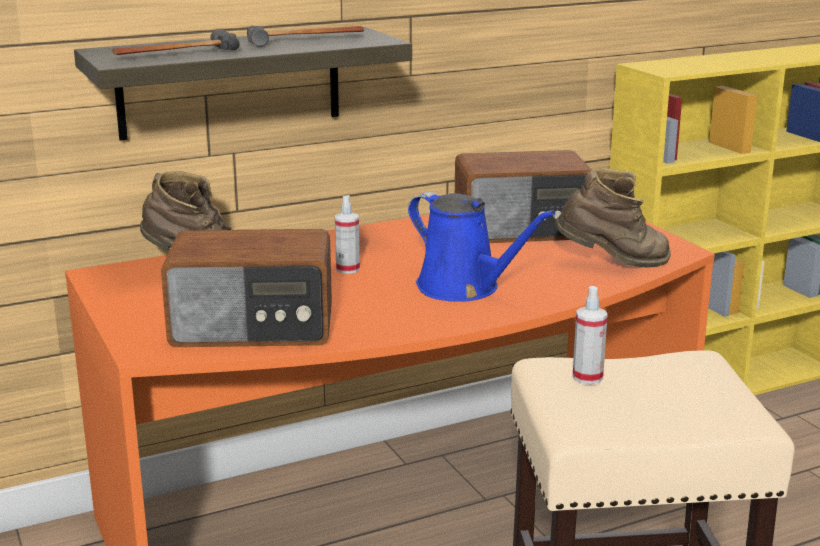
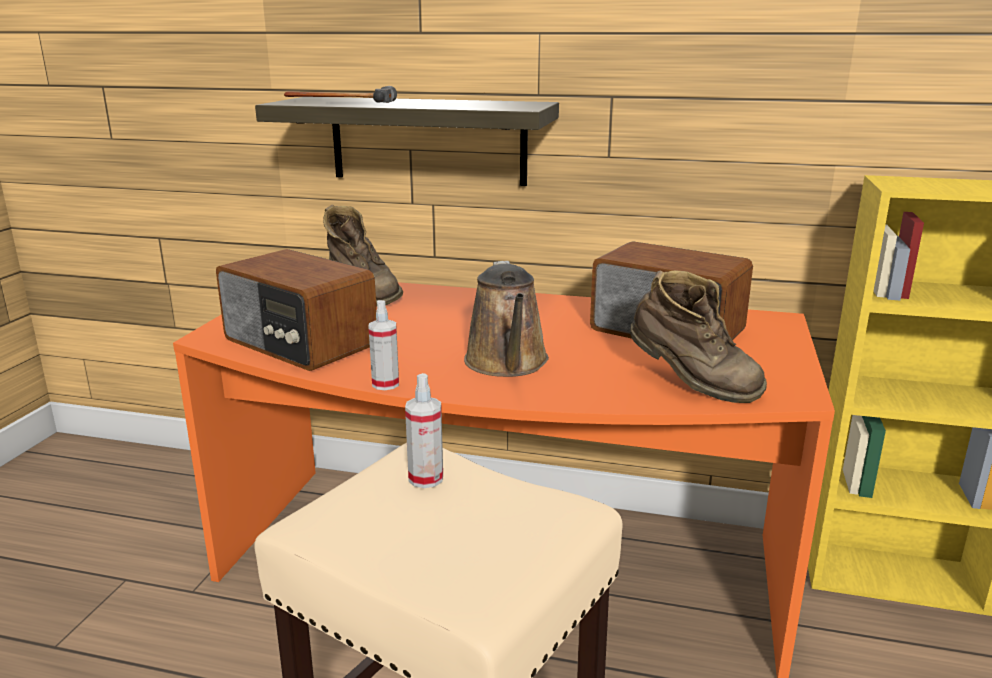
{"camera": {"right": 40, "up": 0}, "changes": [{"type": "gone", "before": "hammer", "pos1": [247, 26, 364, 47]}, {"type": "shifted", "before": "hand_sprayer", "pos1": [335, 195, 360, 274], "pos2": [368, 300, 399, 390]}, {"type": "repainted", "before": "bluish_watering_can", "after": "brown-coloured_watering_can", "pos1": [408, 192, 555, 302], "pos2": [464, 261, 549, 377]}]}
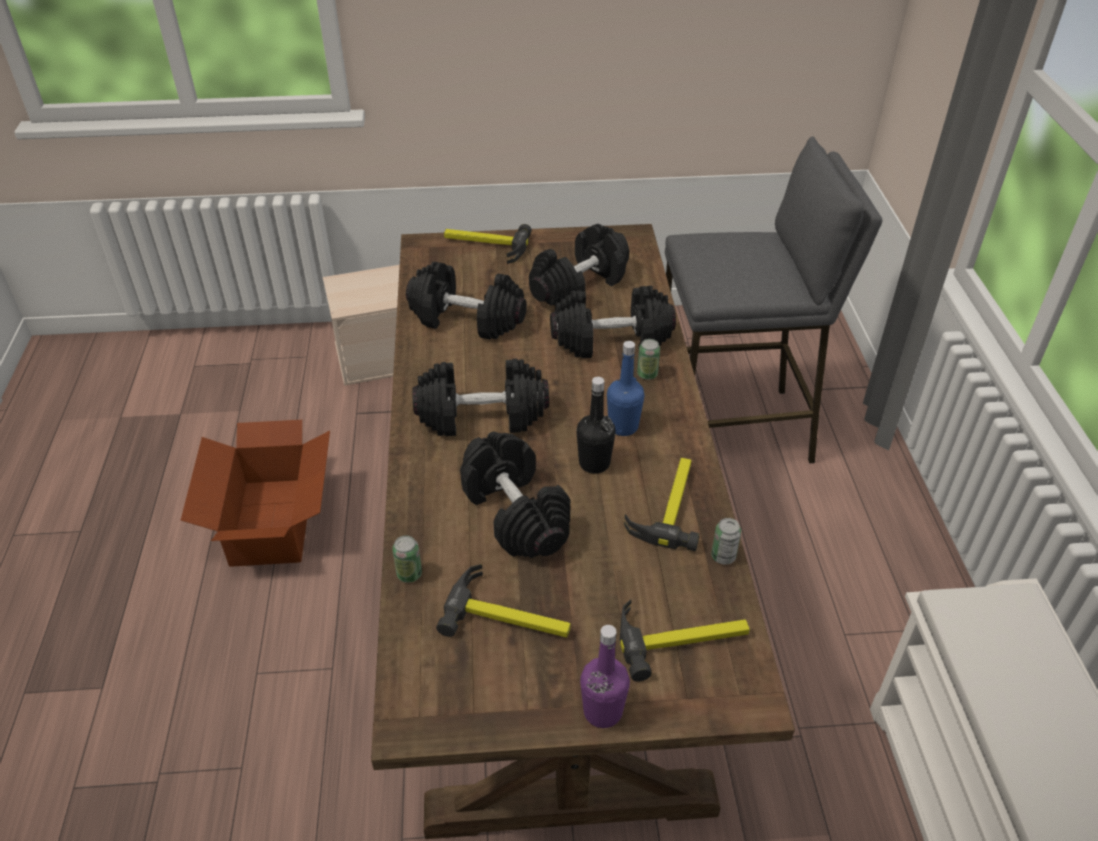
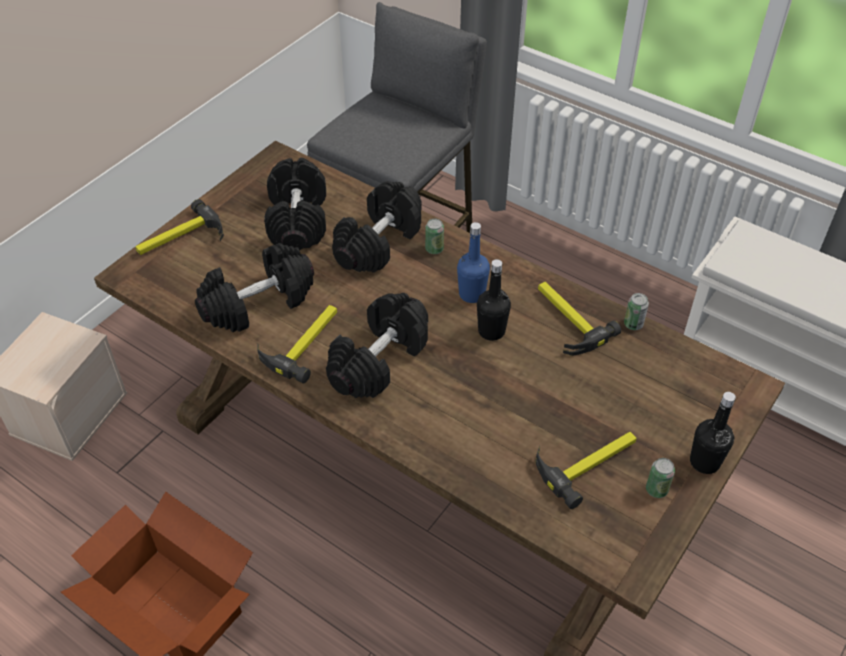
{"camera": {"right": -50, "up": 5}, "changes": [{"type": "gone", "before": "blackish_free_weight", "pos1": [460, 431, 570, 558]}, {"type": "shifted", "before": "sealed_can", "pos1": [392, 535, 422, 583], "pos2": [646, 458, 675, 498]}, {"type": "shifted", "before": "hammer", "pos1": [620, 599, 750, 681], "pos2": [257, 305, 337, 383]}, {"type": "repainted", "before": "purplish_beverage_bottle", "after": "blackish_beverage_bottle", "pos1": [580, 625, 630, 728], "pos2": [690, 392, 736, 474]}]}
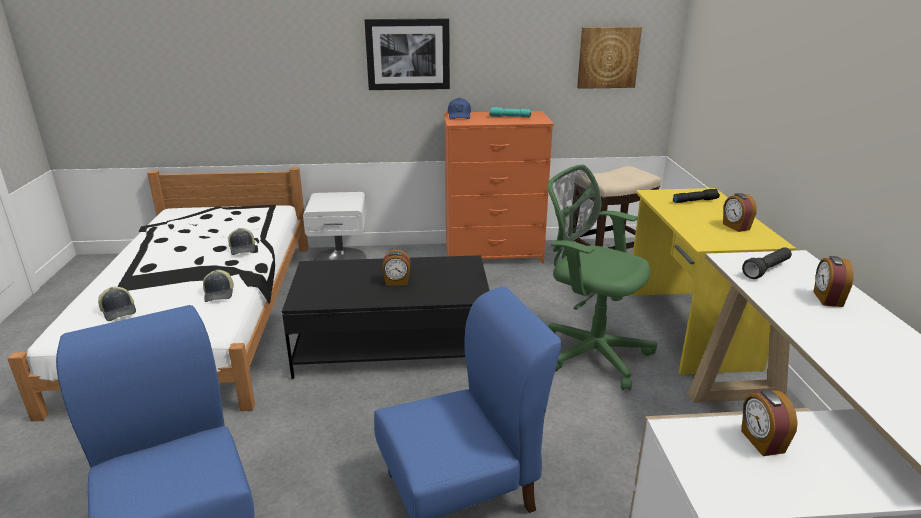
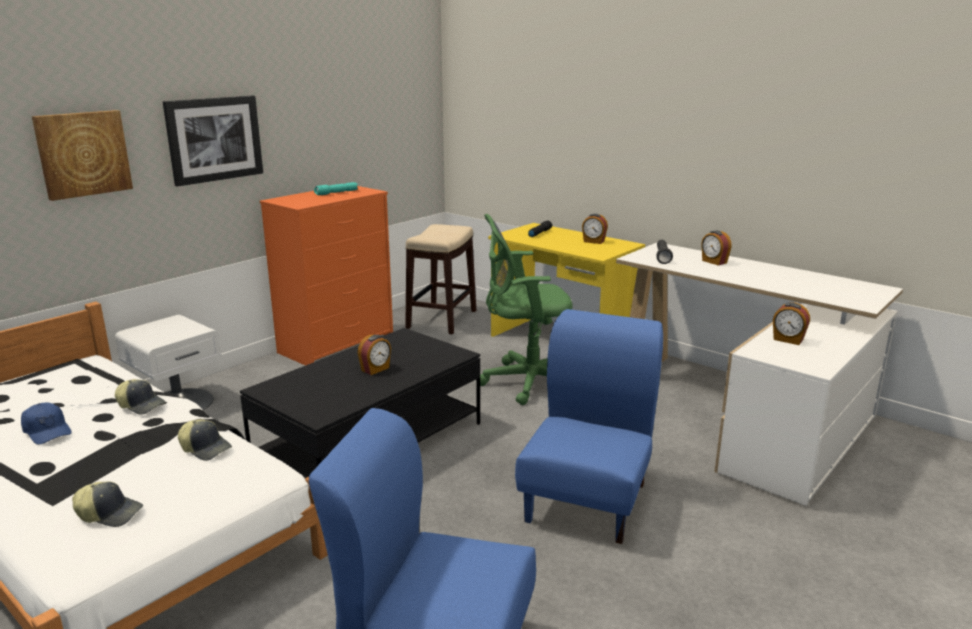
{"camera": {"right": -45, "up": -5}, "changes": [{"type": "shifted", "before": "bluish_peaked_cap", "pos1": [448, 98, 471, 119], "pos2": [21, 403, 72, 445]}, {"type": "shifted", "before": "wall_art", "pos1": [577, 27, 642, 89], "pos2": [32, 110, 133, 201]}]}
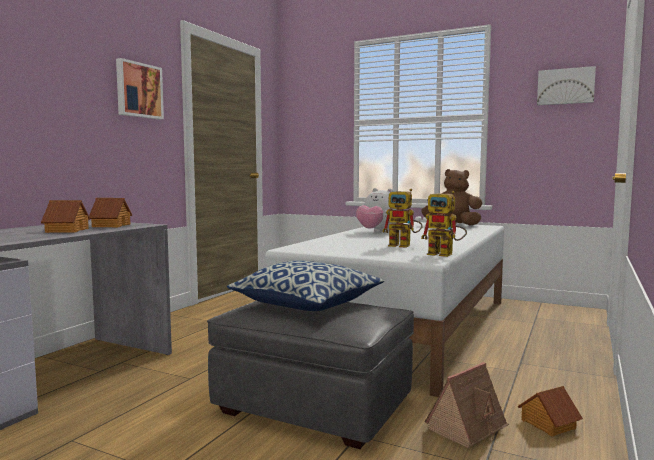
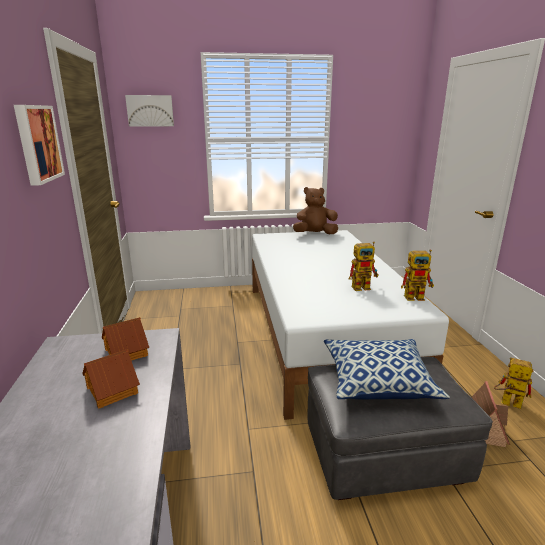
{"camera": {"right": -35, "up": 15}, "changes": [{"type": "gone", "before": "cuddly_toy", "pos1": [356, 188, 396, 233]}, {"type": "shifted", "before": "wall_art", "pos1": [537, 66, 596, 106], "pos2": [125, 95, 174, 127]}, {"type": "swapped", "before": "model_house", "after": "robot_figure", "pos1": [518, 386, 583, 437], "pos2": [494, 357, 533, 409]}]}
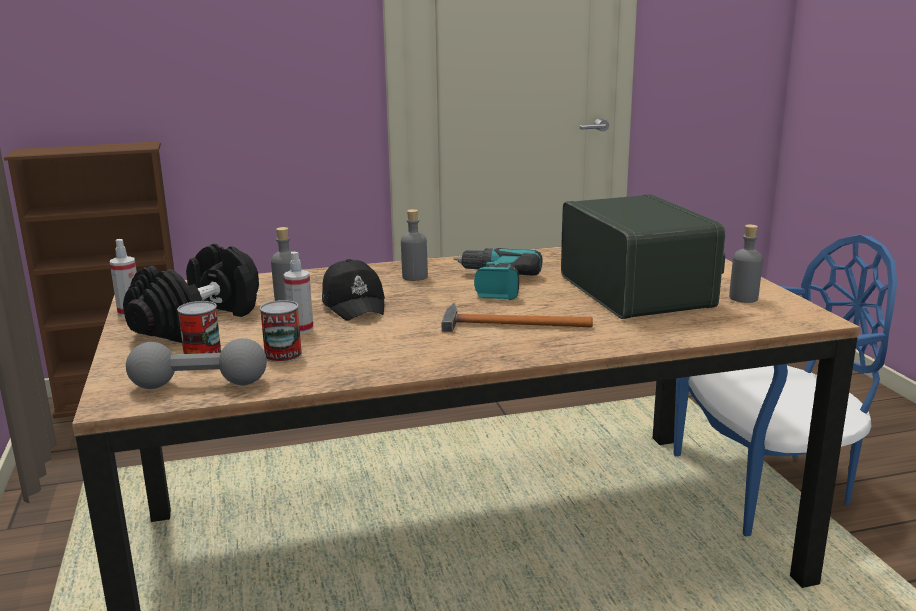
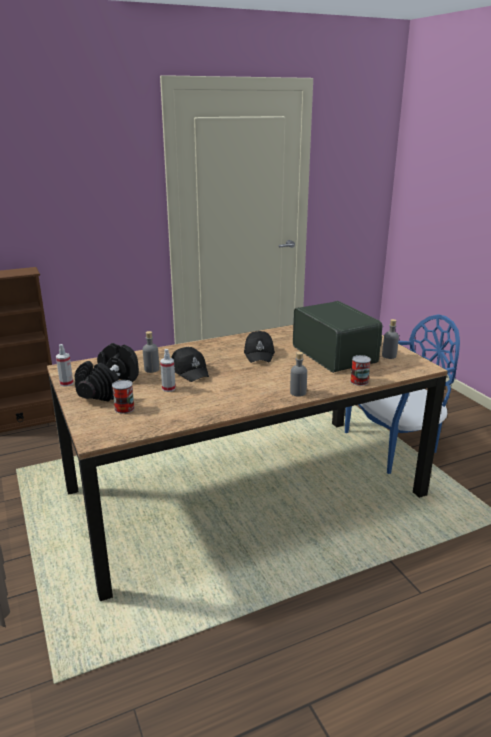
{"camera": {"right": -10, "up": 5}, "changes": [{"type": "gone", "before": "grey_free_weight", "pos1": [126, 338, 267, 389]}, {"type": "gone", "before": "hammer", "pos1": [442, 303, 593, 332]}, {"type": "shifted", "before": "sealed_can", "pos1": [260, 300, 302, 363], "pos2": [350, 355, 371, 386]}, {"type": "shifted", "before": "grey_beverage_bottle", "pos1": [401, 209, 428, 281], "pos2": [290, 352, 307, 397]}, {"type": "swapped", "before": "drill", "after": "blackish_peaked_cap", "pos1": [454, 248, 542, 300], "pos2": [244, 331, 275, 363]}]}
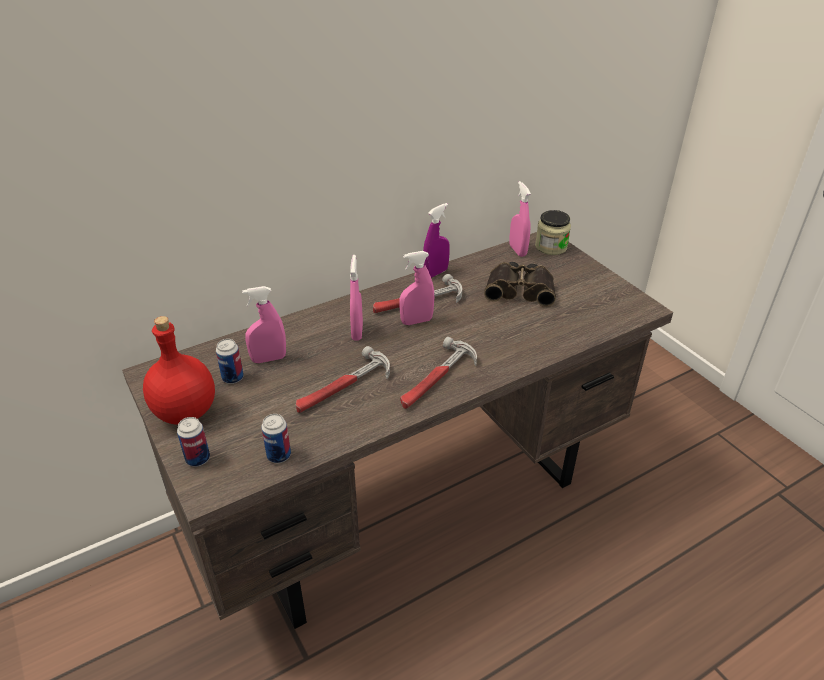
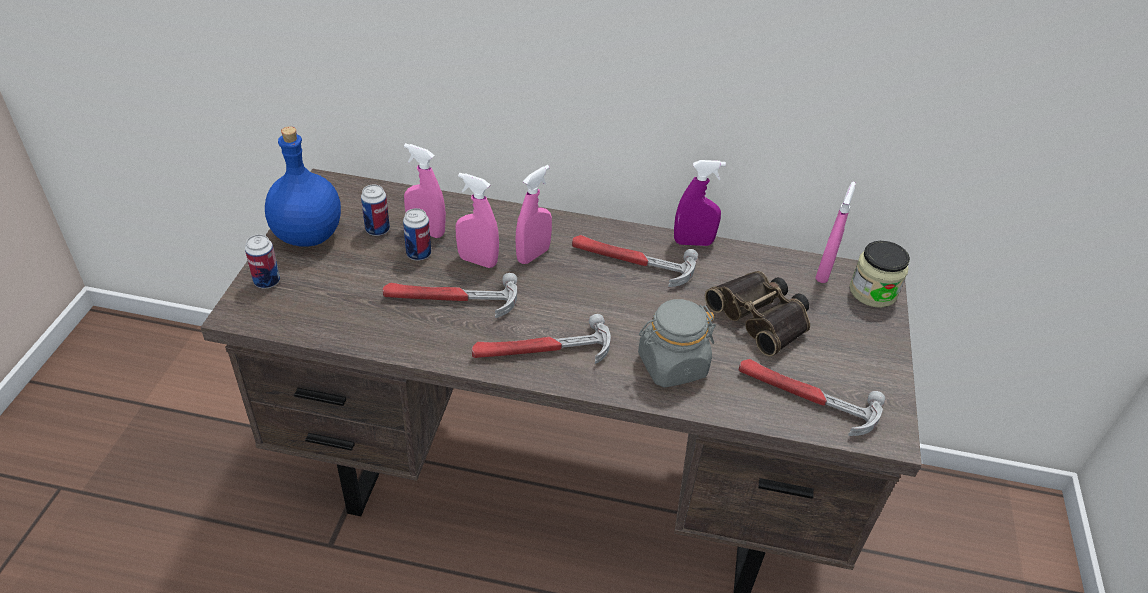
{"camera": {"right": 40, "up": 5}, "changes": [{"type": "new", "after": "grey_storage_jar", "pos2": [638, 299, 716, 388]}, {"type": "new", "after": "hammer", "pos2": [739, 359, 885, 436]}, {"type": "shifted", "before": "sealed_can", "pos1": [261, 414, 291, 463], "pos2": [403, 208, 431, 261]}, {"type": "shifted", "before": "pinkish_hand_sprayer", "pos1": [399, 251, 434, 325], "pos2": [455, 173, 499, 268]}, {"type": "repainted", "before": "reddish_beverage_bottle", "after": "bluish_beverage_bottle", "pos1": [143, 316, 215, 425], "pos2": [265, 126, 341, 246]}]}
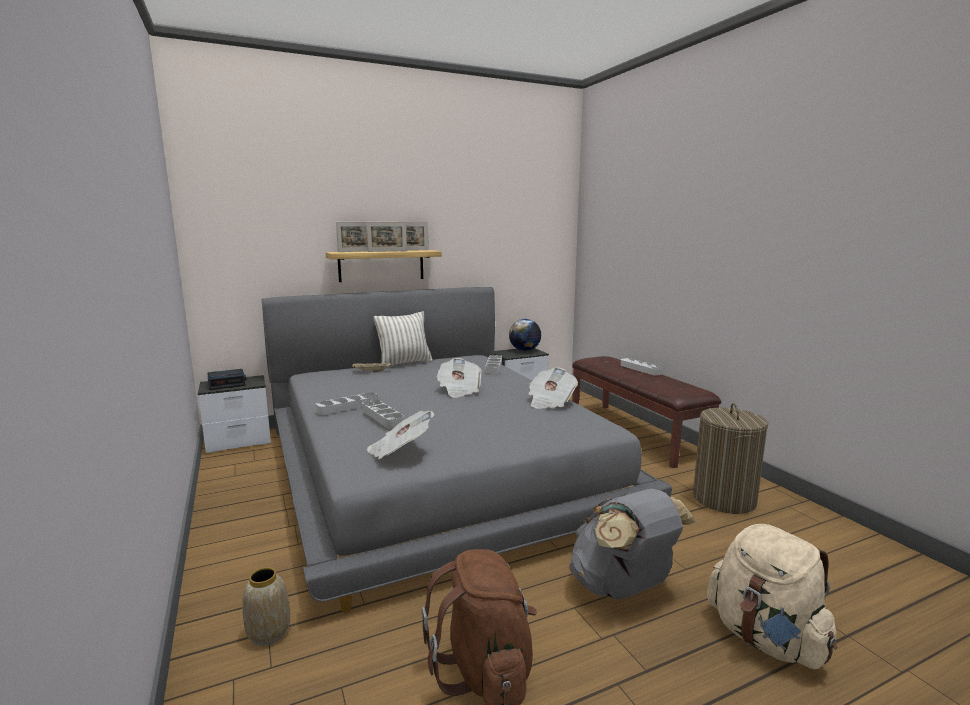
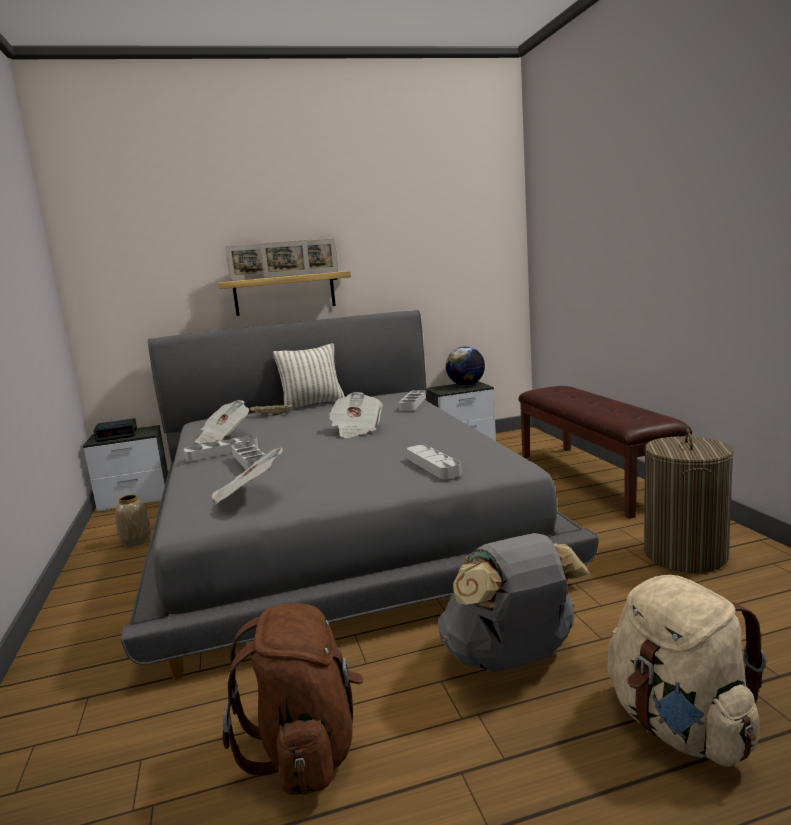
{"camera": {"right": 10, "up": 0}, "changes": [{"type": "shifted", "before": "decorative_vase", "pos1": [242, 567, 290, 646], "pos2": [115, 495, 151, 547]}, {"type": "shifted", "before": "printed_paper", "pos1": [528, 367, 578, 409], "pos2": [195, 400, 249, 444]}, {"type": "shifted", "before": "grey_carrying_tray", "pos1": [620, 358, 663, 376], "pos2": [407, 445, 462, 479]}]}
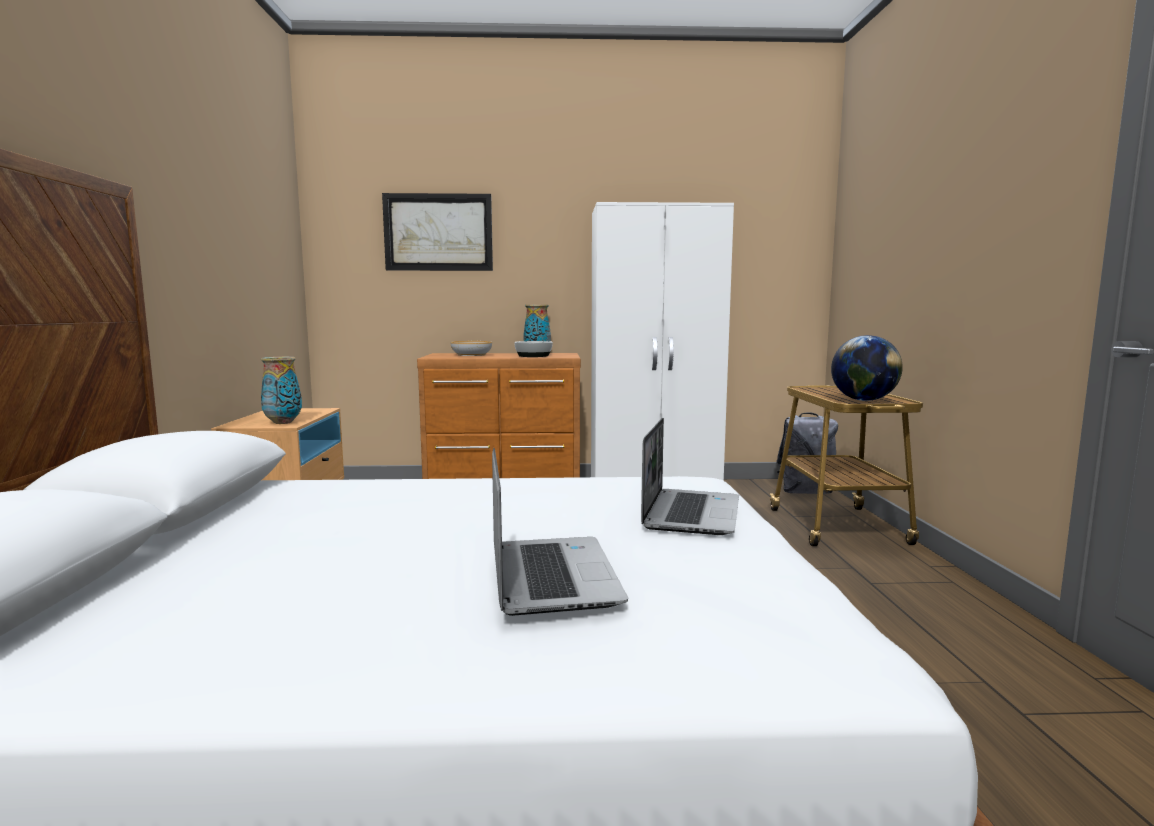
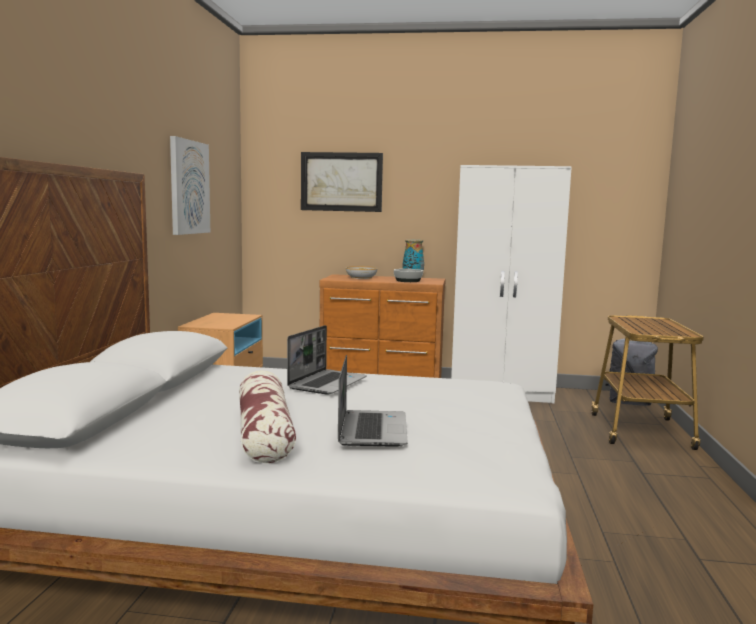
{"camera": {"right": 10, "up": 0}, "changes": [{"type": "gone", "before": "decorative_vase", "pos1": [261, 357, 302, 424]}, {"type": "gone", "before": "globe", "pos1": [831, 335, 903, 401]}, {"type": "new", "after": "wall_art", "pos2": [170, 136, 210, 235]}, {"type": "new", "after": "throw_pillow", "pos2": [239, 370, 296, 463]}, {"type": "shifted", "before": "portable_computer", "pos1": [641, 418, 739, 535], "pos2": [287, 325, 367, 395]}]}
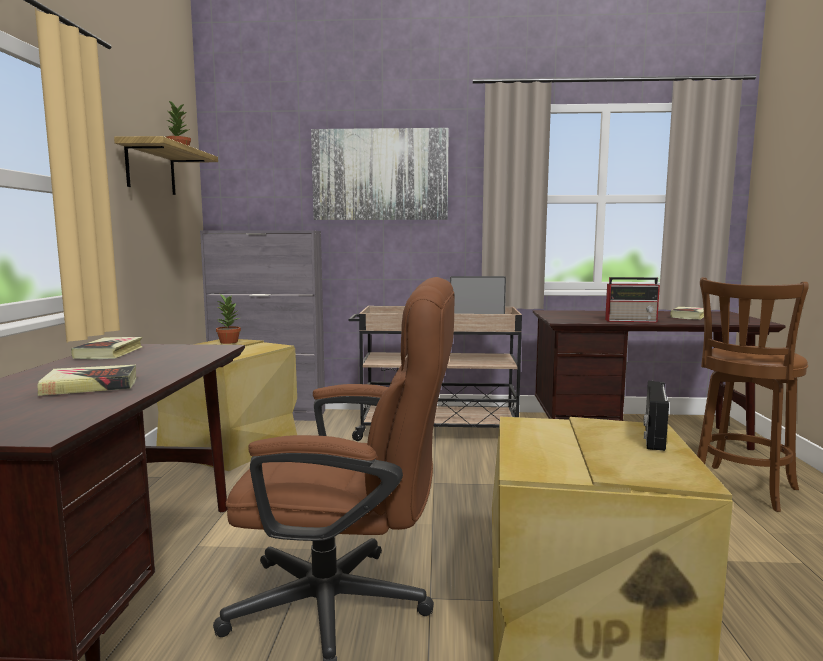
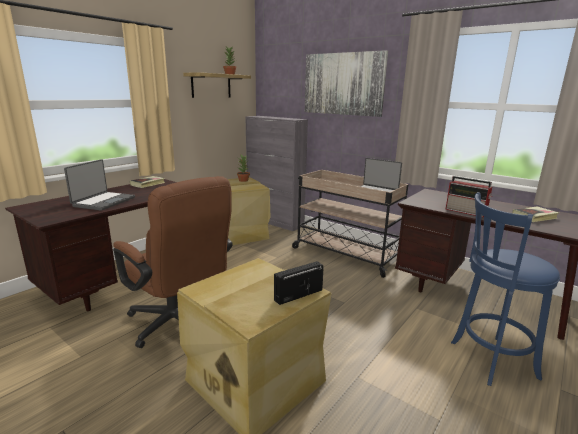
{"camera": {"right": 35, "up": 10}, "changes": [{"type": "swapped", "before": "bound_book", "after": "portable_computer", "pos1": [37, 365, 137, 396], "pos2": [64, 159, 135, 211]}, {"type": "repainted", "before": "brown-coloured_stool", "after": "bluish_stool", "pos1": [697, 277, 809, 512], "pos2": [451, 192, 560, 386]}]}
